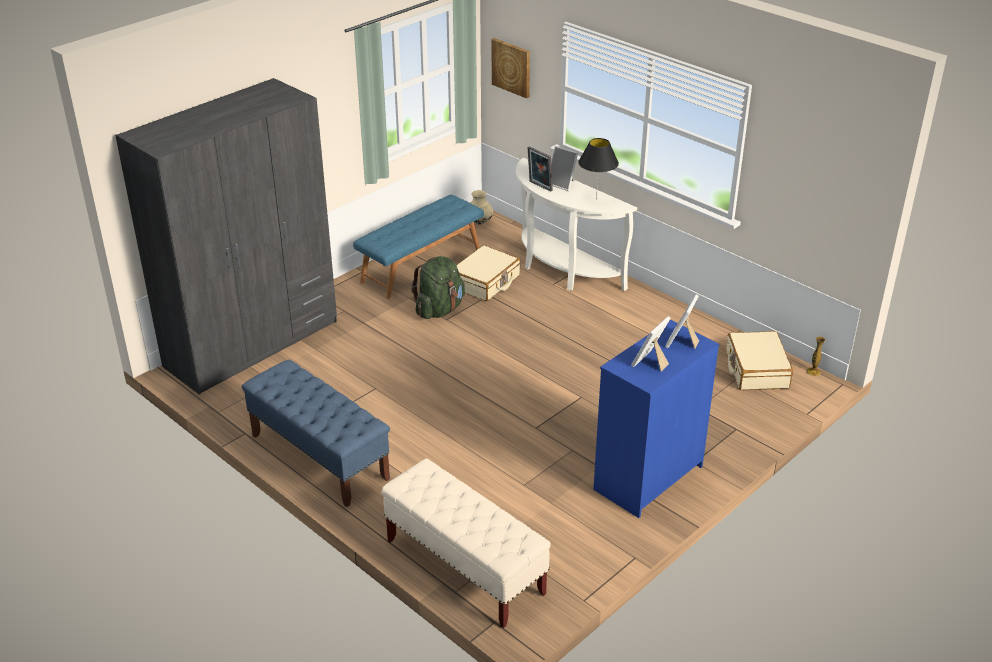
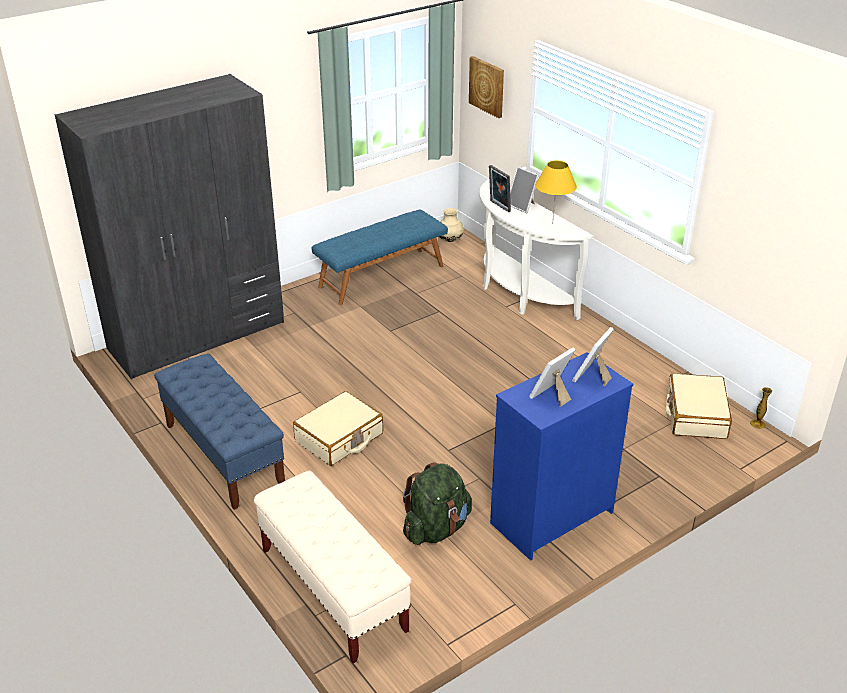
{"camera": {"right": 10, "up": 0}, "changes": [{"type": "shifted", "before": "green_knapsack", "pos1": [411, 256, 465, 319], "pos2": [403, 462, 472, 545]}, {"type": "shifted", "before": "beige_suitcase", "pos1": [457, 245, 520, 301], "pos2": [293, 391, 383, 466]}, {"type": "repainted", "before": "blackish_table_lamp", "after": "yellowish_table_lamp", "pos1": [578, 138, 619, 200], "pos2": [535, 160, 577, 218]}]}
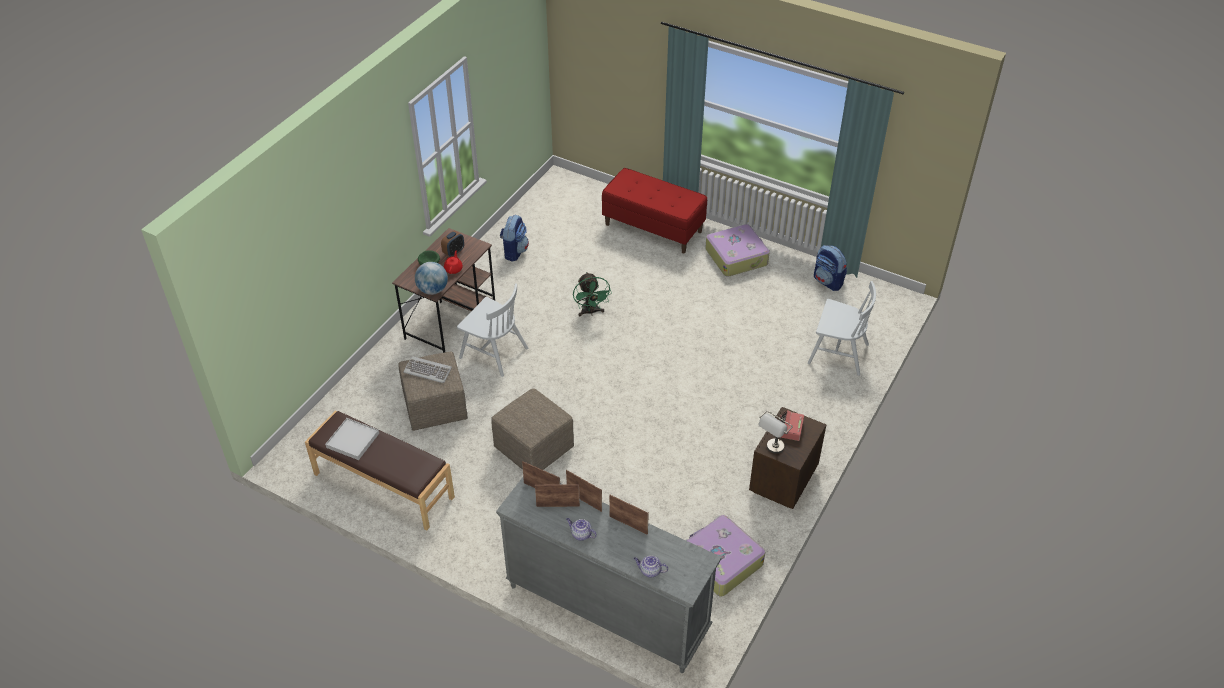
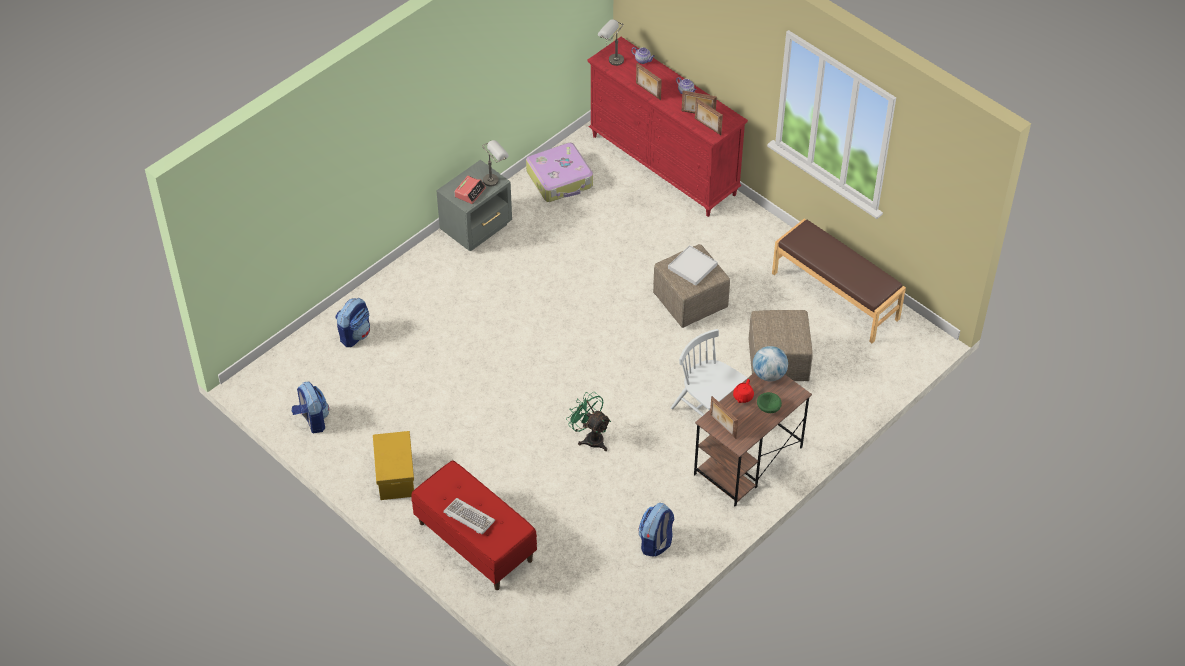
{"camera": {"right": -165, "up": 5}, "changes": [{"type": "gone", "before": "alarm_clock", "pos1": [441, 231, 464, 257]}, {"type": "new", "after": "grey_table_lamp", "pos2": [598, 19, 624, 66]}, {"type": "shifted", "before": "white_carrying_tray", "pos1": [325, 418, 379, 460], "pos2": [668, 245, 718, 286]}, {"type": "shifted", "before": "PC_keyboard", "pos1": [403, 356, 452, 383], "pos2": [443, 498, 495, 534]}, {"type": "shifted", "before": "photo_frame", "pos1": [566, 470, 602, 512], "pos2": [710, 396, 738, 439]}, {"type": "swapped", "before": "suitcase", "after": "yellowish_storage_box", "pos1": [705, 224, 770, 277], "pos2": [373, 431, 414, 500]}, {"type": "swapped", "before": "white_upright_chair", "after": "knapsack", "pos1": [808, 281, 876, 376], "pos2": [335, 298, 370, 347]}, {"type": "repainted", "before": "grey_chest_of_drawers", "after": "reddish_chest_of_drawers", "pos1": [496, 477, 722, 673], "pos2": [588, 37, 748, 217]}, {"type": "repainted", "before": "brown-coloured_bedside_table", "after": "grey_bedside_table", "pos1": [749, 407, 826, 509], "pos2": [436, 160, 512, 251]}, {"type": "rotated", "before": "green_fan", "pos1": [573, 272, 612, 317], "pos2": [566, 392, 611, 451], "turn": -45}]}
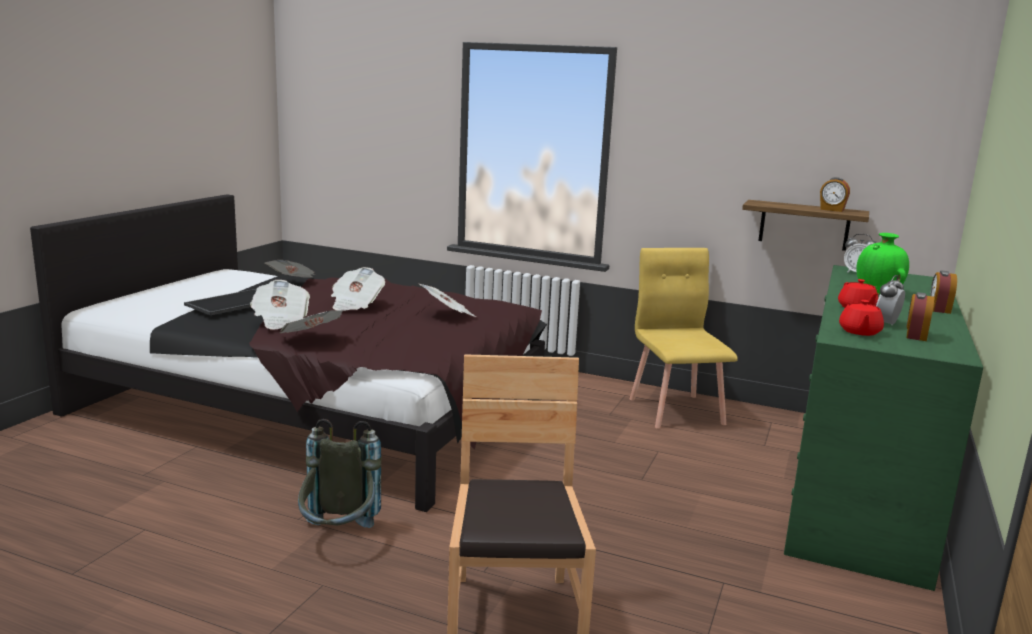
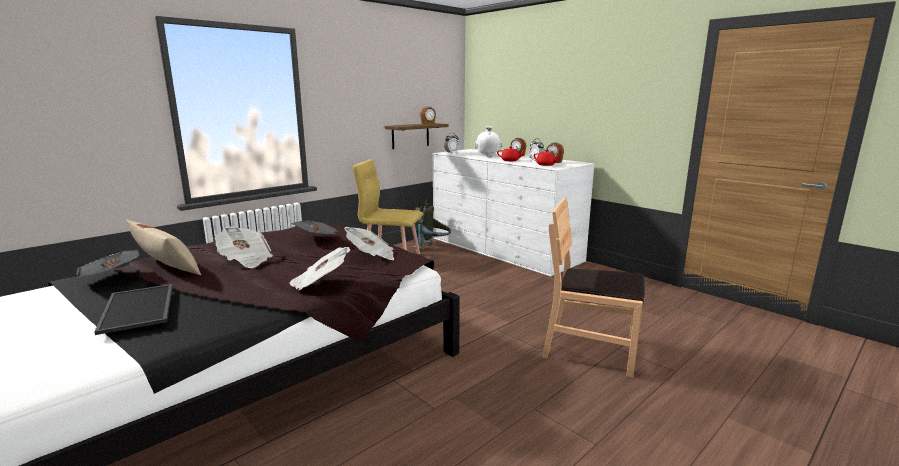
{"camera": {"right": -65, "up": 0}, "changes": [{"type": "new", "after": "beige_throw_pillow", "pos2": [126, 219, 201, 275]}, {"type": "shifted", "before": "printed_paper", "pos1": [250, 280, 310, 330], "pos2": [344, 227, 394, 260]}, {"type": "shifted", "before": "grey_knapsack", "pos1": [298, 419, 381, 528], "pos2": [414, 200, 451, 249]}, {"type": "repainted", "before": "green_chest_of_drawers", "after": "white_chest_of_drawers", "pos1": [784, 265, 983, 591], "pos2": [433, 149, 594, 277]}, {"type": "repainted", "before": "green_decorative_vase", "after": "white_decorative_vase", "pos1": [856, 233, 909, 294], "pos2": [474, 126, 503, 156]}]}
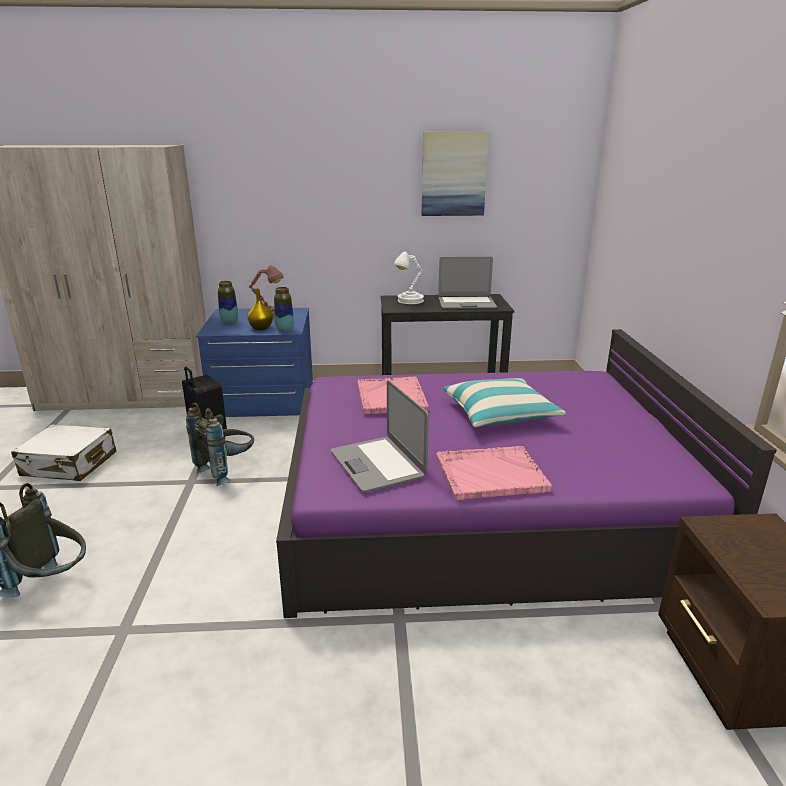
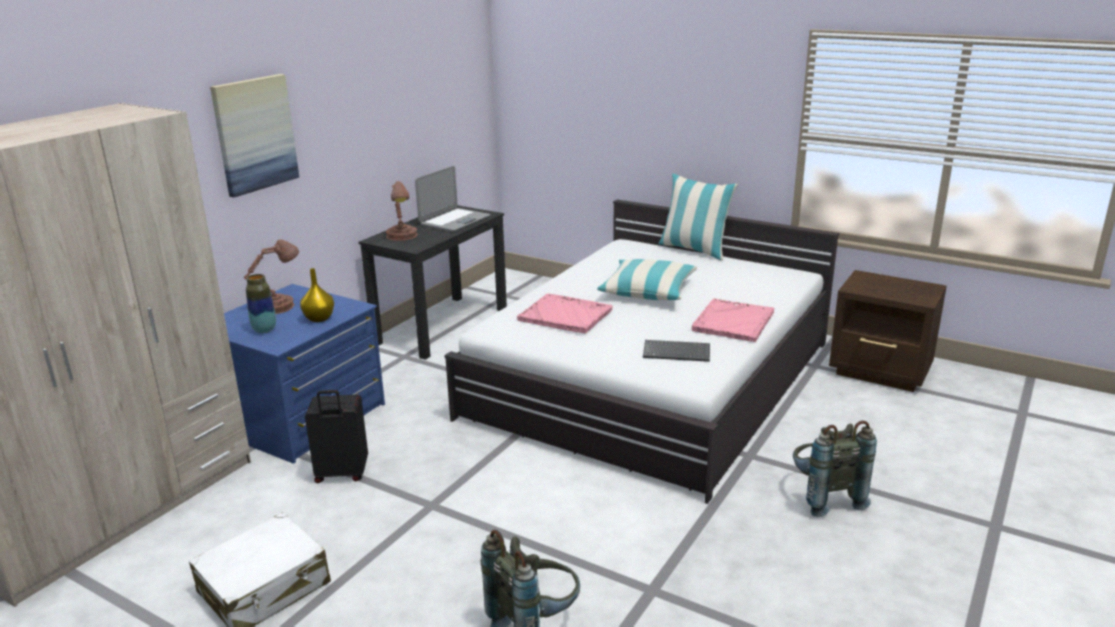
{"camera": {"right": -55, "up": 0}, "changes": [{"type": "gone", "before": "decorative_vase", "pos1": [274, 287, 294, 332]}, {"type": "new", "after": "throw_pillow", "pos2": [659, 174, 738, 260]}, {"type": "shifted", "before": "grey_knapsack", "pos1": [186, 402, 254, 486], "pos2": [793, 421, 877, 517]}, {"type": "shifted", "before": "wall_art", "pos1": [422, 131, 489, 216], "pos2": [210, 74, 299, 197]}, {"type": "swapped", "before": "portable_computer", "after": "PC_keyboard", "pos1": [331, 380, 429, 492], "pos2": [643, 340, 710, 362]}, {"type": "repainted", "before": "purplish_bed", "after": "white_bed", "pos1": [276, 329, 777, 618], "pos2": [444, 199, 839, 504]}, {"type": "repainted", "before": "white_table_lamp", "after": "brown-coloured_table_lamp", "pos1": [394, 252, 424, 304], "pos2": [386, 181, 417, 241]}]}
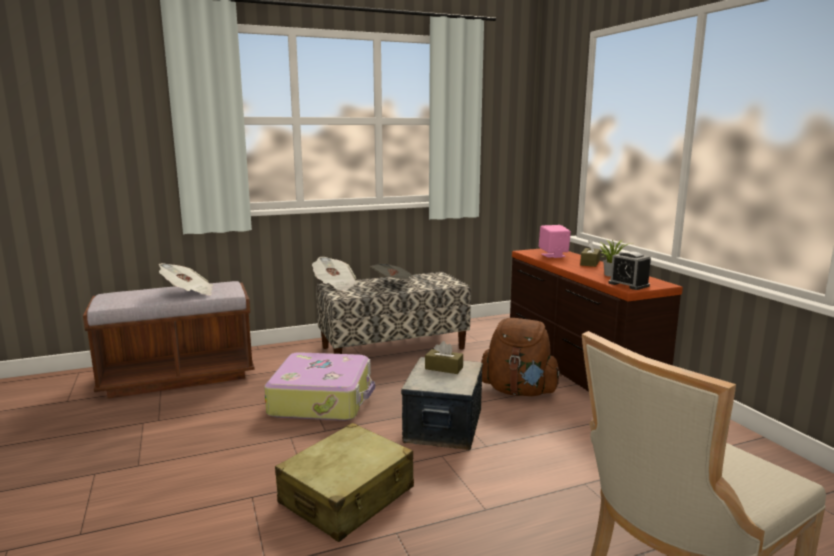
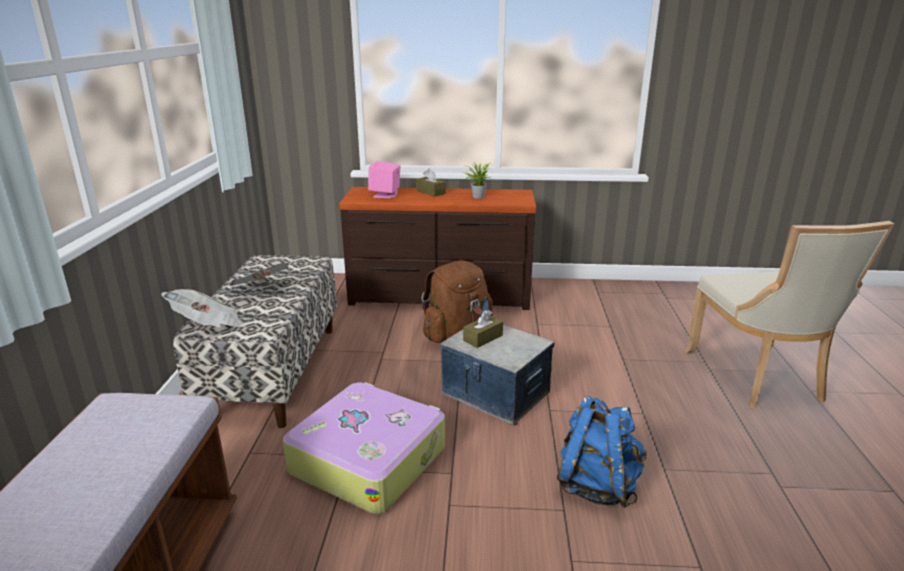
{"camera": {"right": -65, "up": 10}, "changes": [{"type": "gone", "before": "printed_paper", "pos1": [159, 263, 213, 295]}, {"type": "gone", "before": "alarm_clock", "pos1": [609, 252, 651, 290]}, {"type": "swapped", "before": "beige_suitcase", "after": "bluish_knapsack", "pos1": [275, 423, 414, 542], "pos2": [557, 396, 646, 508]}]}
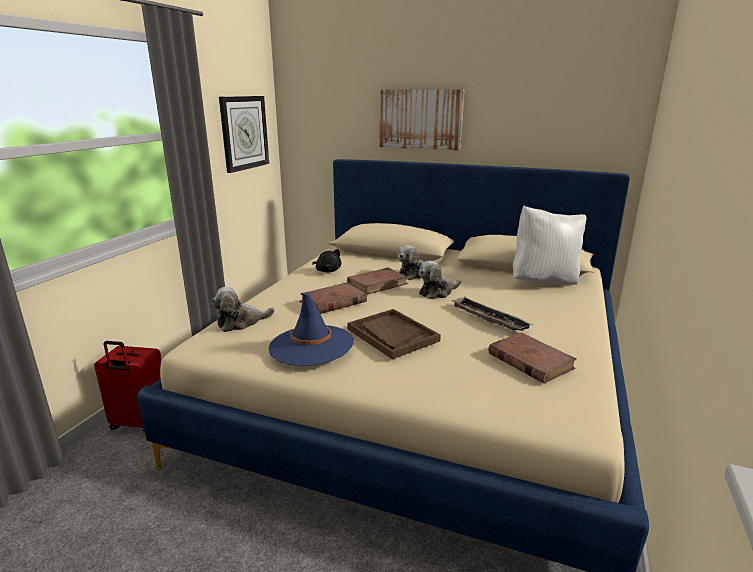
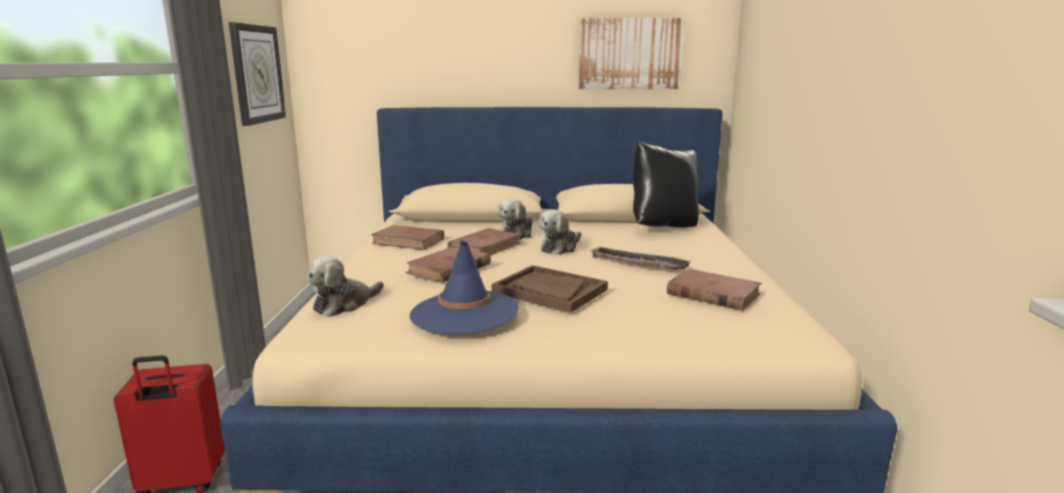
{"camera": {"right": -20, "up": -5}, "changes": [{"type": "shifted", "before": "wall_art", "pos1": [380, 89, 464, 151], "pos2": [579, 18, 685, 89]}, {"type": "swapped", "before": "blackish_cuddly_toy", "after": "brown-coloured_bound_book", "pos1": [312, 249, 341, 272], "pos2": [371, 225, 444, 250]}, {"type": "repainted", "before": "white_throw_pillow", "after": "blackish_throw_pillow", "pos1": [513, 205, 586, 285], "pos2": [632, 141, 699, 228]}]}
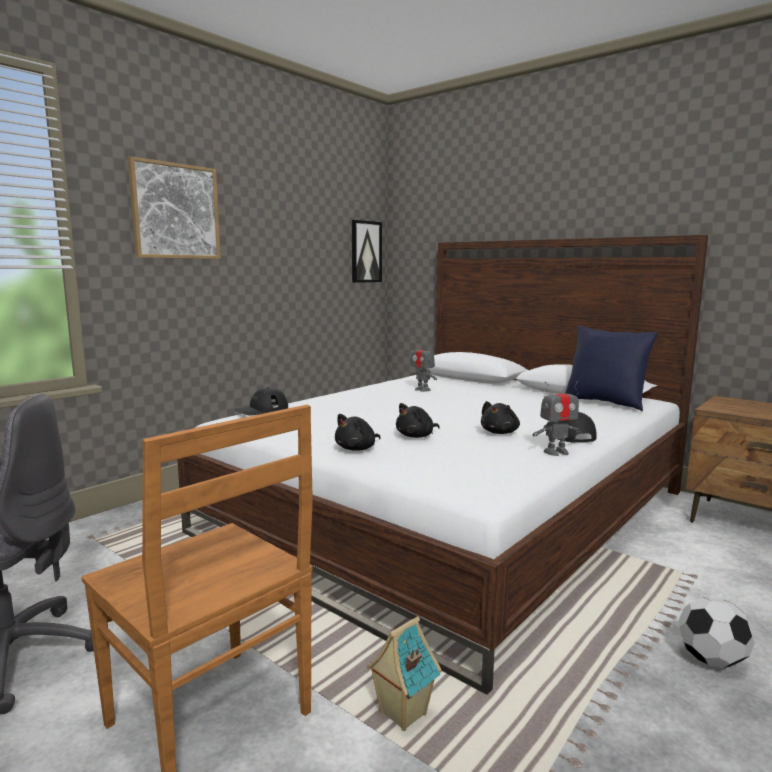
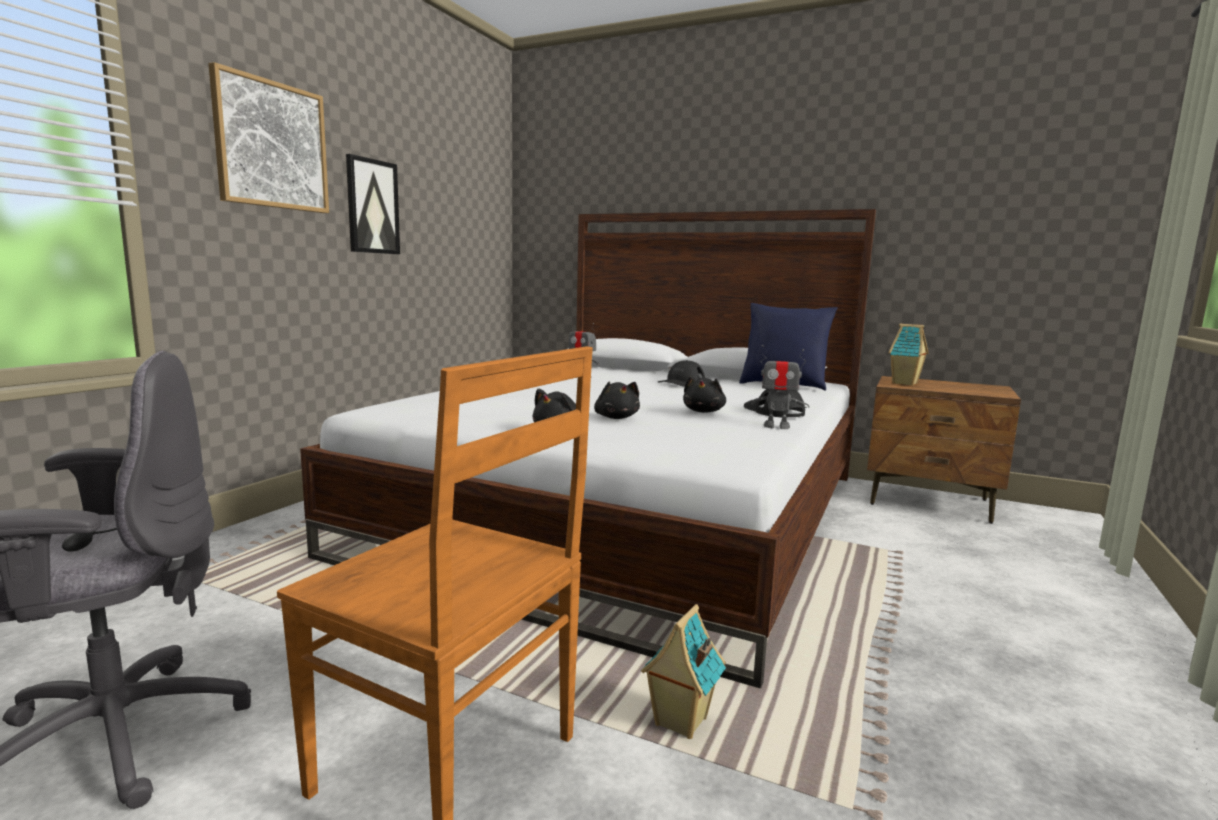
{"camera": {"right": -15, "up": 0}, "changes": [{"type": "gone", "before": "football_ball", "pos1": [679, 597, 755, 668]}, {"type": "new", "after": "model_house", "pos2": [889, 324, 928, 386]}, {"type": "shifted", "before": "blackish_peaked_cap", "pos1": [234, 387, 288, 415], "pos2": [658, 360, 705, 387]}, {"type": "shifted", "before": "wall_art", "pos1": [352, 220, 382, 283], "pos2": [346, 154, 400, 254]}, {"type": "rotated", "before": "blackish_cuddly_toy", "pos1": [396, 403, 440, 438], "pos2": [594, 382, 640, 419], "turn": -60}, {"type": "rotated", "before": "robot_figure", "pos1": [533, 381, 581, 456], "pos2": [749, 345, 809, 429], "turn": 45}]}
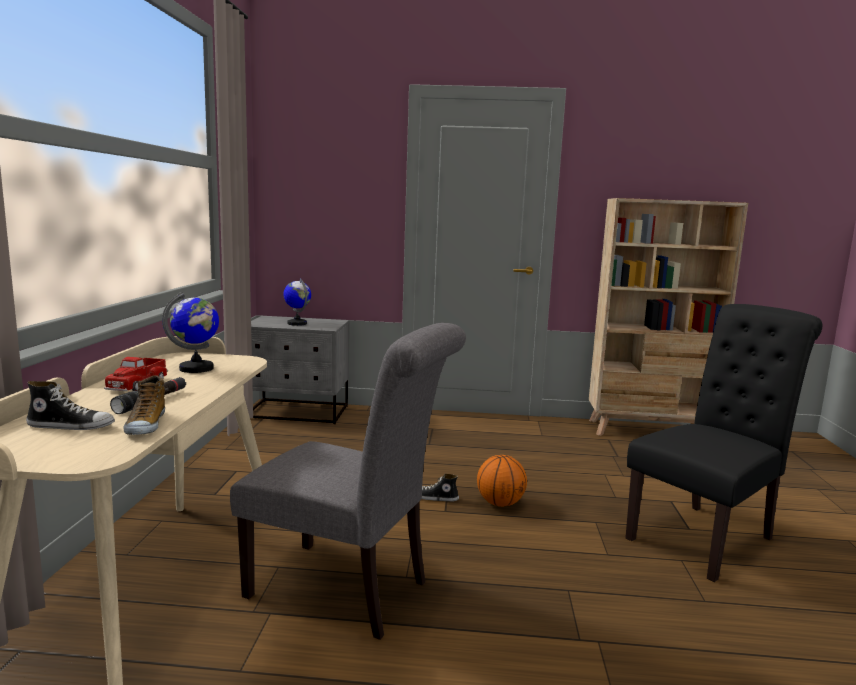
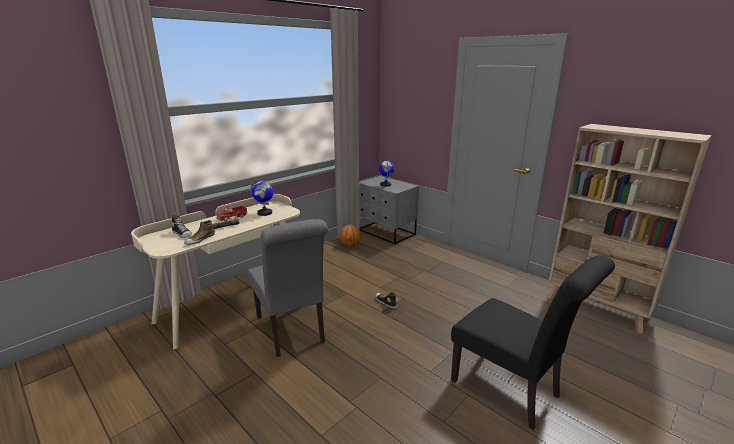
{"camera": {"right": 40, "up": 10}, "changes": [{"type": "shifted", "before": "ball_for_basketball", "pos1": [477, 455, 527, 507], "pos2": [339, 225, 361, 246]}, {"type": "rotated", "before": "blackish_upright_chair", "pos1": [625, 304, 822, 582], "pos2": [451, 255, 615, 430], "turn": 45}]}
